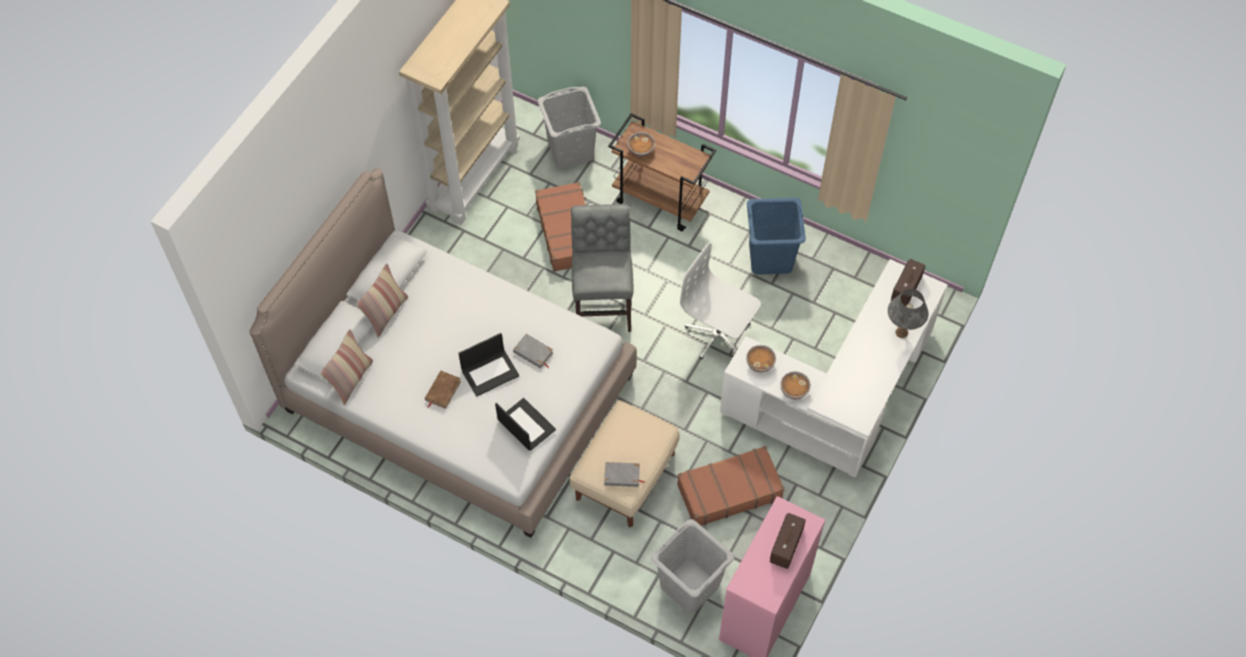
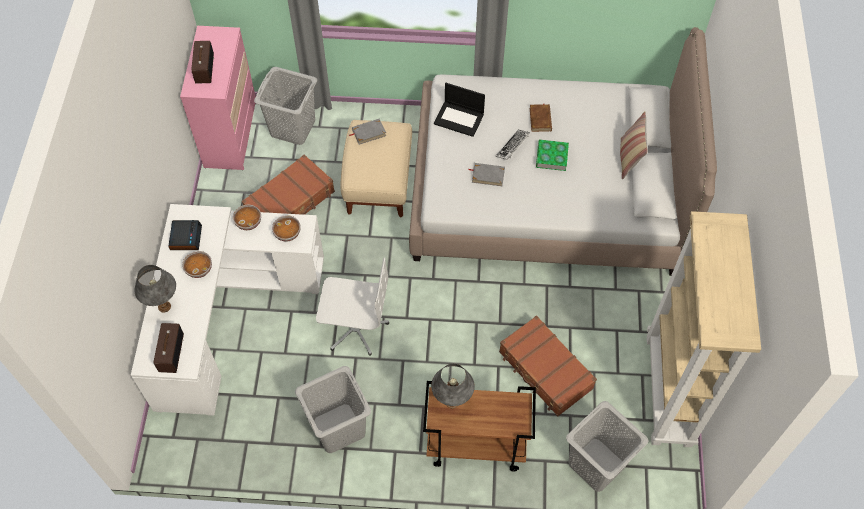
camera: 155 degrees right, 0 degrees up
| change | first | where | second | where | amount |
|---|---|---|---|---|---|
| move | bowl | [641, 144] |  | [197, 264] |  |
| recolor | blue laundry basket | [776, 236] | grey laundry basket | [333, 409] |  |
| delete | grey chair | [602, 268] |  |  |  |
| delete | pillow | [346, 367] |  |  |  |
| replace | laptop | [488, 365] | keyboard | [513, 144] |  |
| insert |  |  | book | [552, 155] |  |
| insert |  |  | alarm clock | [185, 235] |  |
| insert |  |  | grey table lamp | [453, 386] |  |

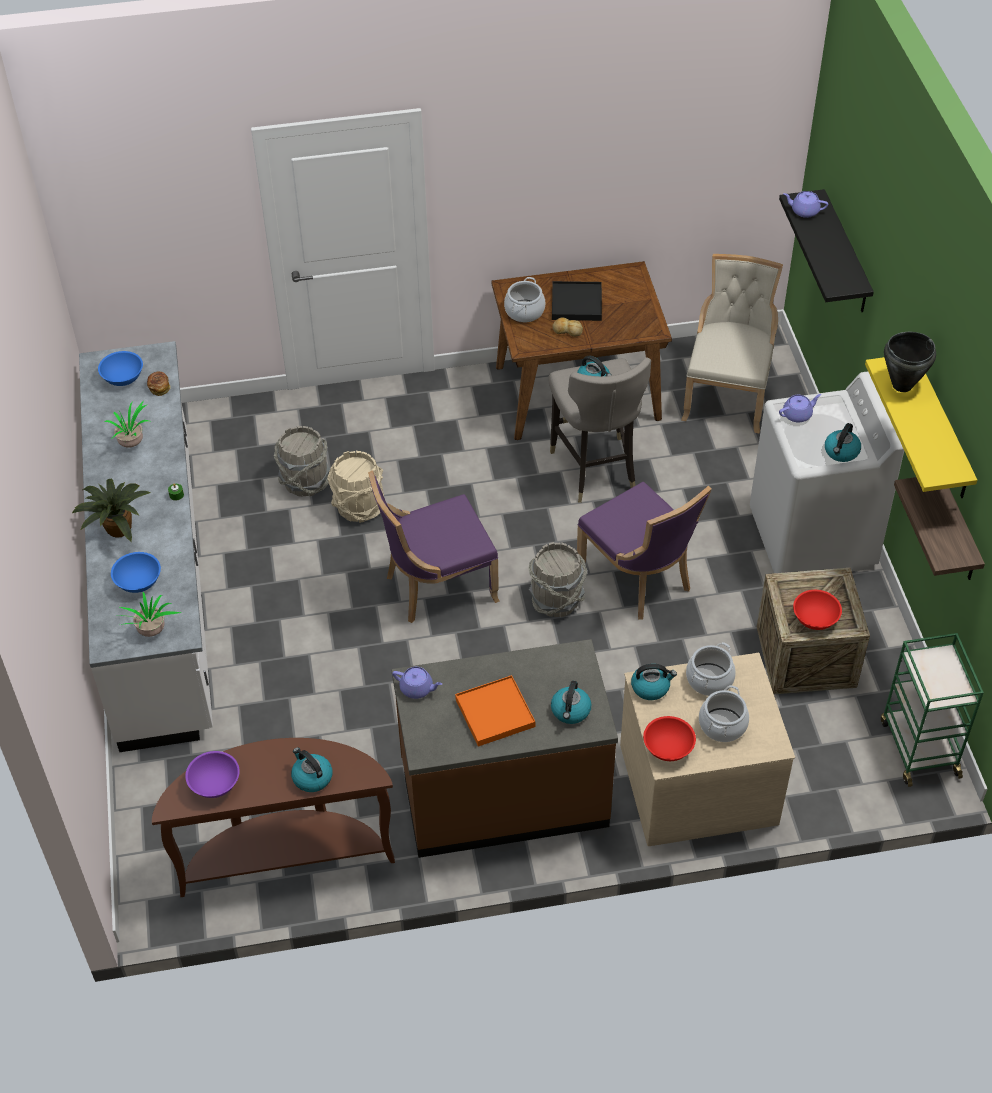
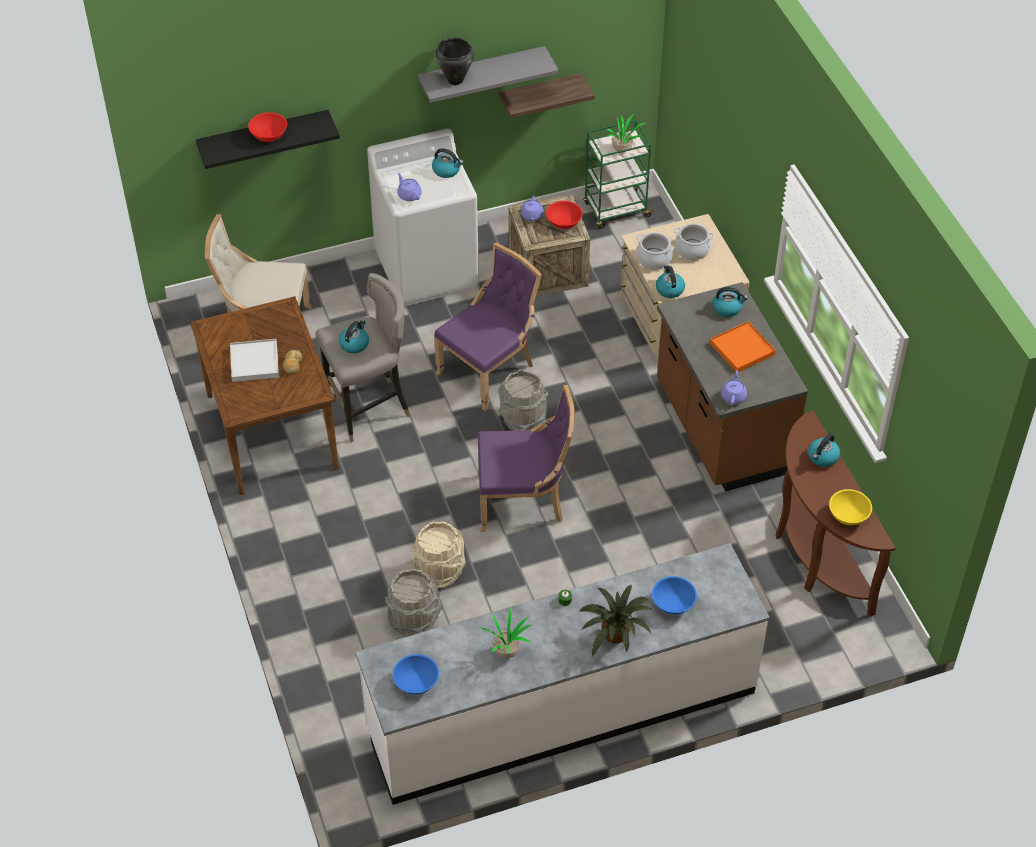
camera: 100 degrees left, 0 degrees up
| change | first | where | second | where | amount |
|---|---|---|---|---|---|
| move | purple teapot | [805, 204] |  | [532, 209] |  |
| delete | cooking pot | [524, 300] |  |  |  |
| recolor | black tray | [577, 301] | white tray | [254, 360] |  |
| recolor | yellow shelf | [921, 427] | grey shelf | [488, 74] |  |
| delete | bread | [158, 383] |  |  |  |
| rotate | purple chair | [434, 546] |  | [526, 458] | 60 degrees counterclockwise |
| move | potted plant | [150, 614] |  | [626, 132] |  |
| move | red bowl | [669, 738] |  | [267, 127] |  |
| recolor | purple bowl | [212, 774] | yellow bowl | [850, 507] |  |

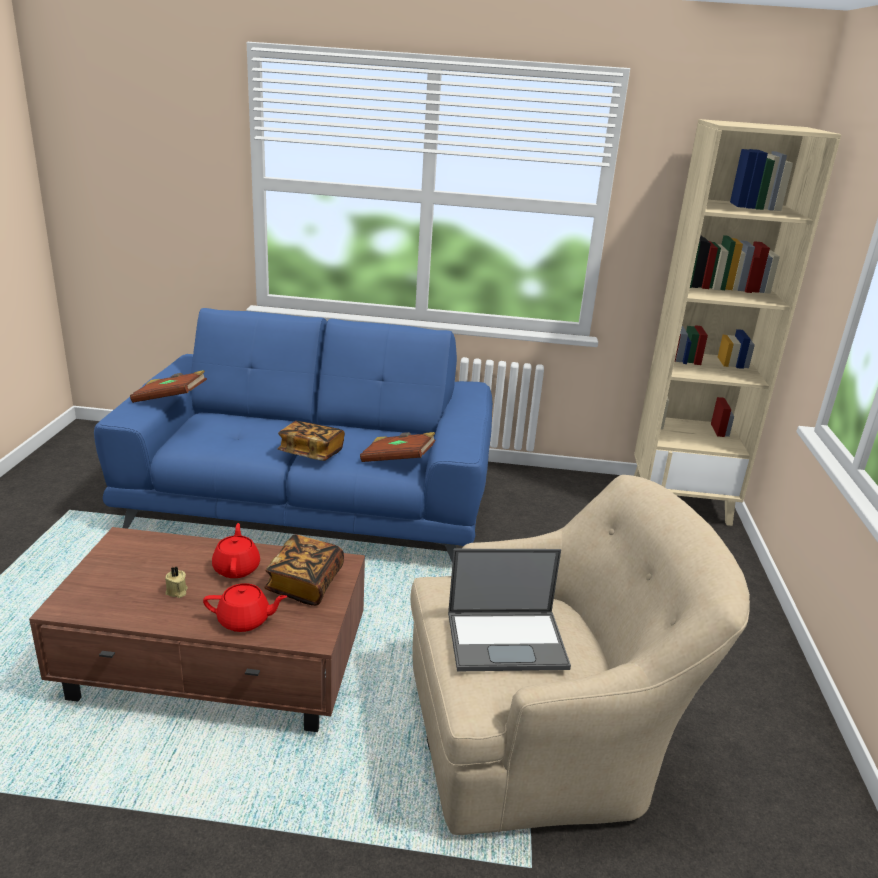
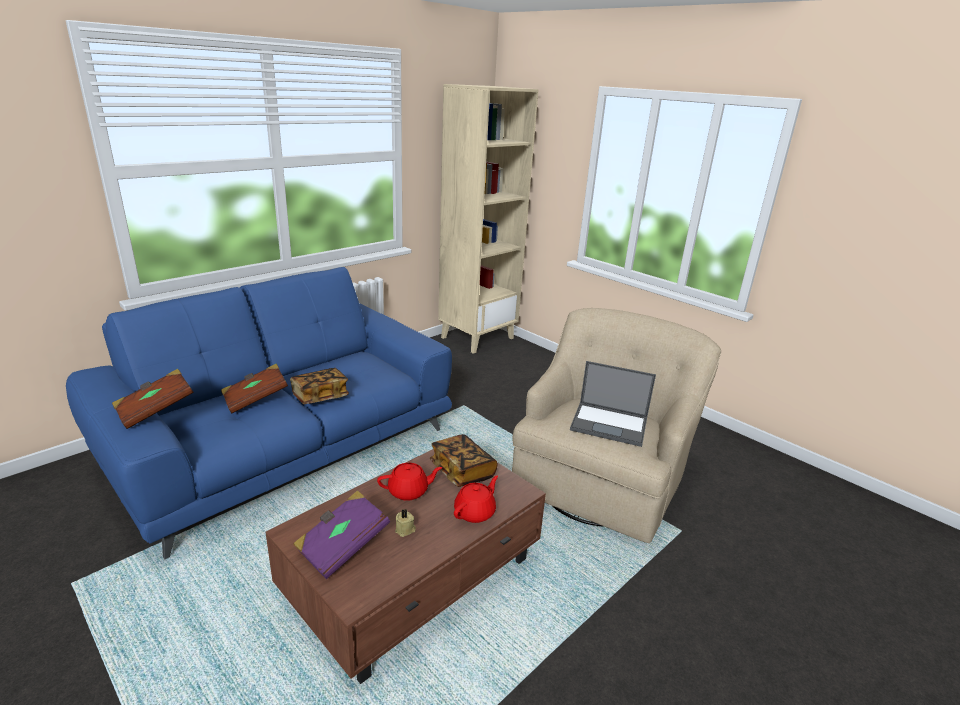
camera: 50 degrees left, 0 degrees up
| change | first | where | second | where | amount |
|---|---|---|---|---|---|
| move | brown book | [397, 447] |  | [254, 389] |  |
| rotate | red teapot | [236, 550] |  | [409, 482] | 135 degrees clockwise |
| rotate | laptop | [509, 610] |  | [613, 404] | 75 degrees clockwise |
| insert |  |  | purple book | [341, 534] |  |

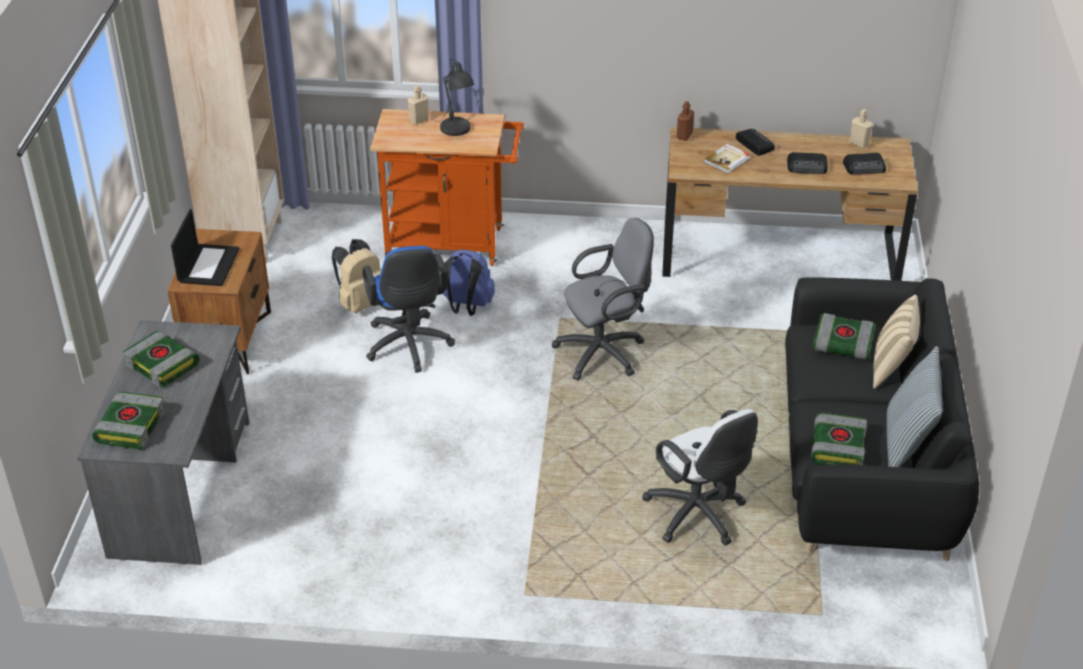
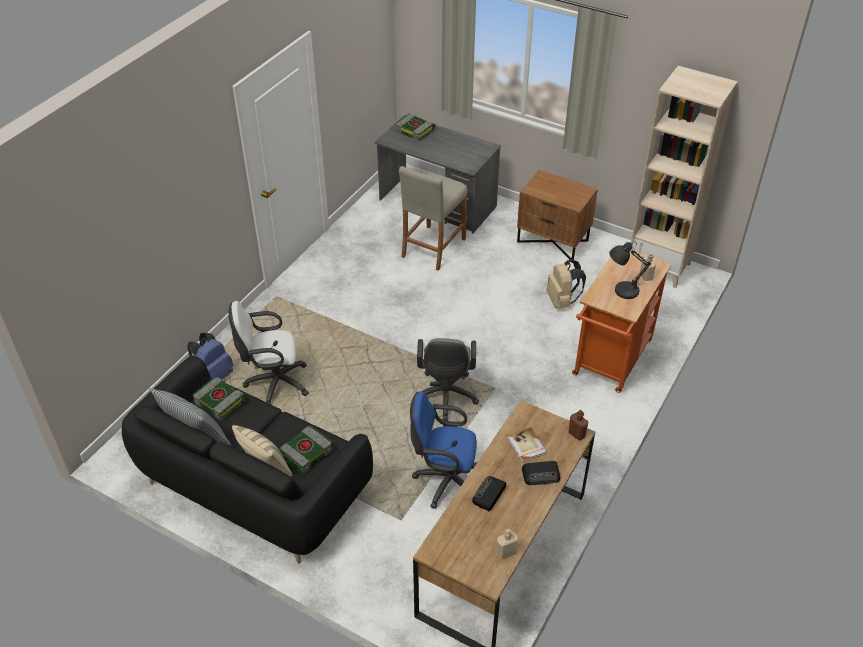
camera: 115 degrees right, 5 degrees up
| change | first | where | second | where | amount |
|---|---|---|---|---|---|
| delete | radio | [864, 164] |  |  |  |
| delete | laptop | [205, 247] |  |  |  |
| move | blue office chair | [409, 309] |  | [443, 450] |  |
| move | blue backpack | [469, 282] |  | [210, 356] |  |
| delete | book | [161, 359] |  |  |  |
| insert |  |  | beige stool | [433, 218] |  |

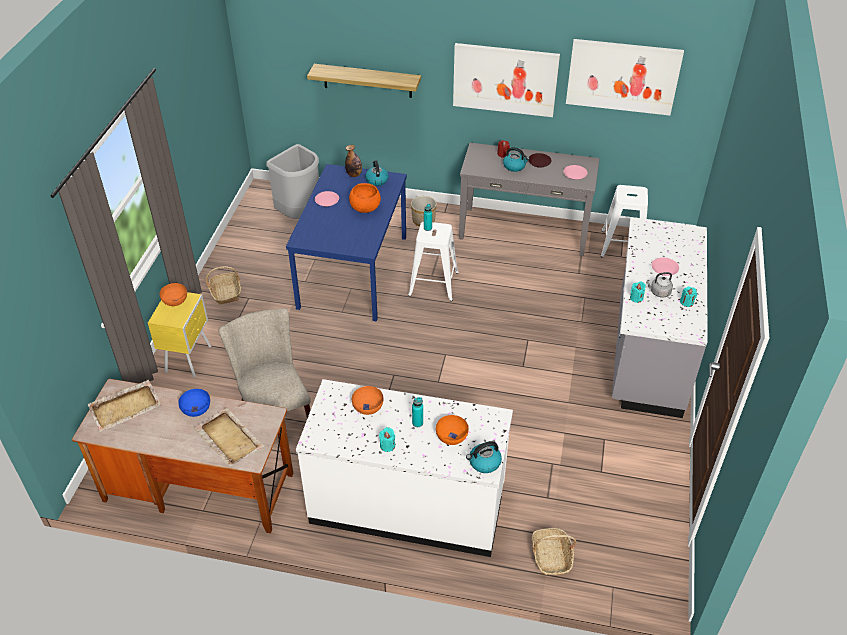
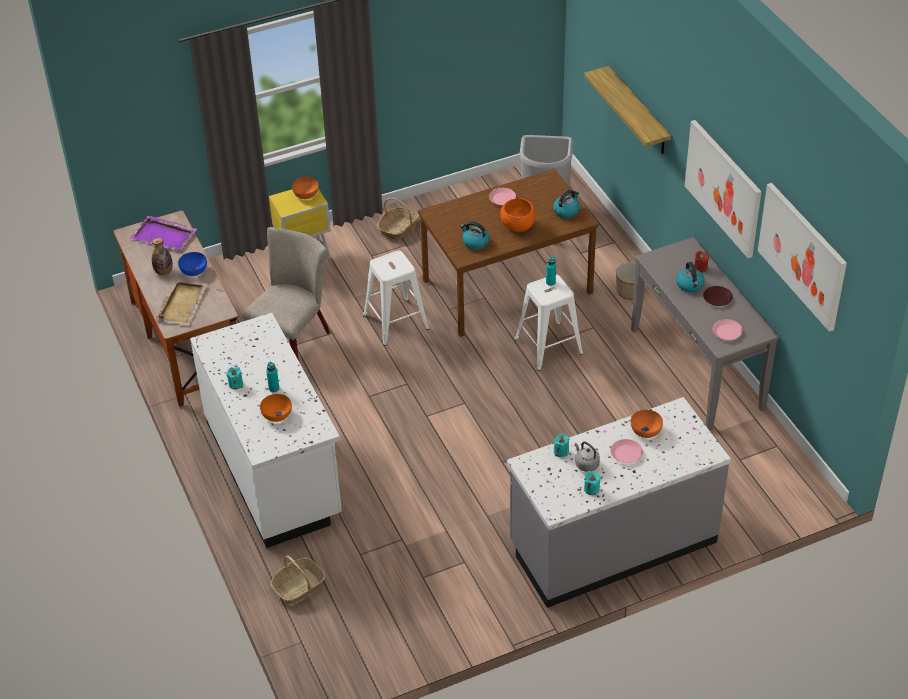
camera: 55 degrees right, 0 degrees up
| change | first | where | second | where | amount |
|---|---|---|---|---|---|
| move | bottle | [353, 161] |  | [162, 256] |  |
| recolor | blue dining table | [346, 243] | brown dining table | [508, 253] |  |
| move | white stool | [624, 221] |  | [396, 298] |  |
| recolor | beige tray | [125, 406] | purple tray | [163, 233] |  |
| move | orange bowl | [367, 400] |  | [647, 424] |  |
| move | kettle | [484, 457] |  | [475, 235] |  |

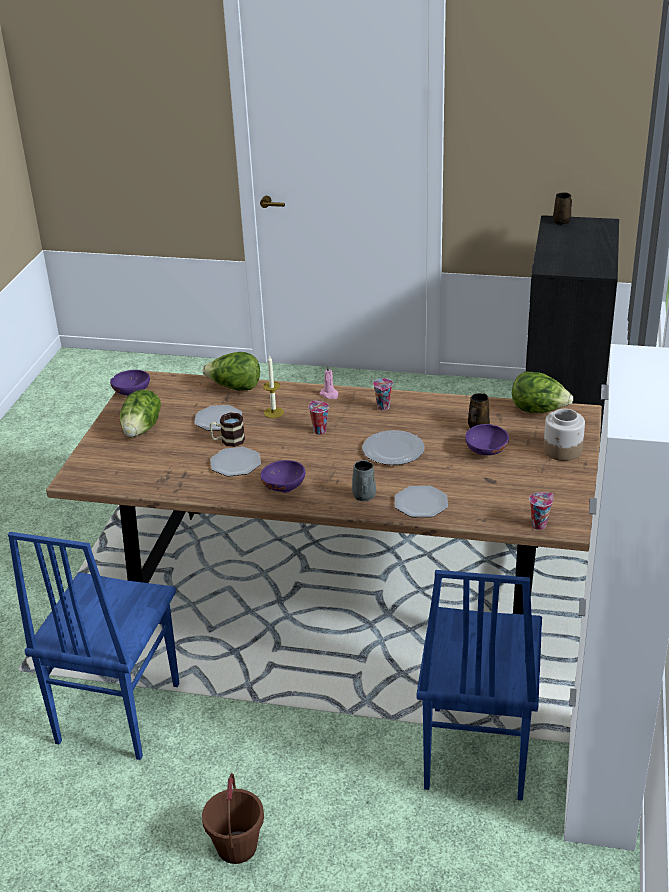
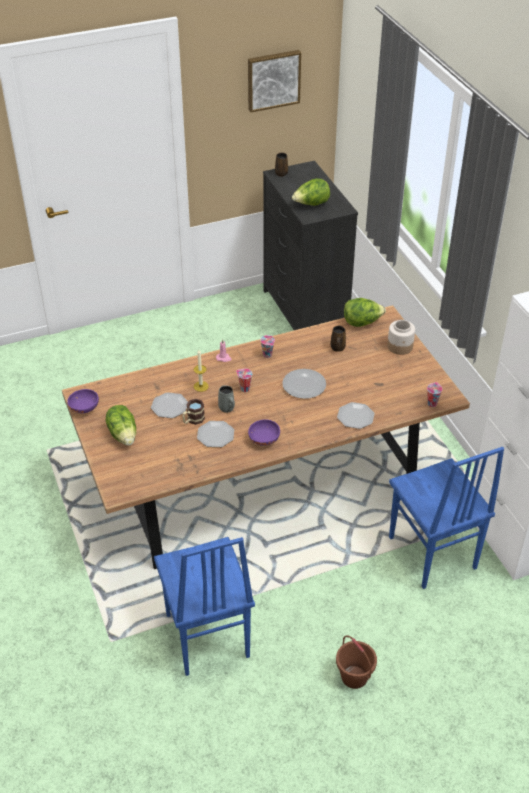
camera: 35 degrees left, 10 degrees up
| change | first | where | second | where | amount |
|---|---|---|---|---|---|
| move | lettuce | [231, 371] |  | [311, 192] |  |
| delete | purple bowl | [487, 439] |  |  |  |
| move | grey mug | [364, 480] |  | [226, 399] |  |
| insert |  |  | picture | [274, 81] |  |

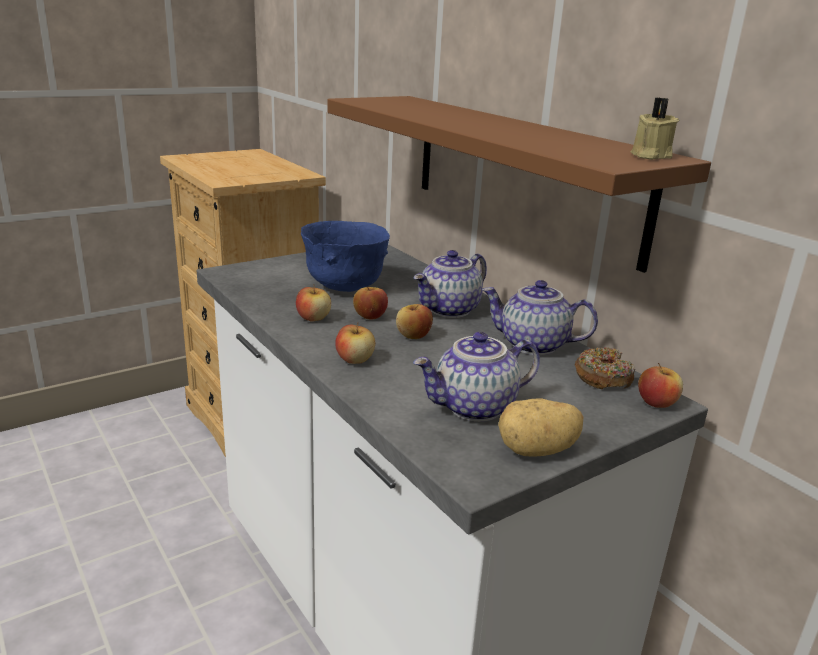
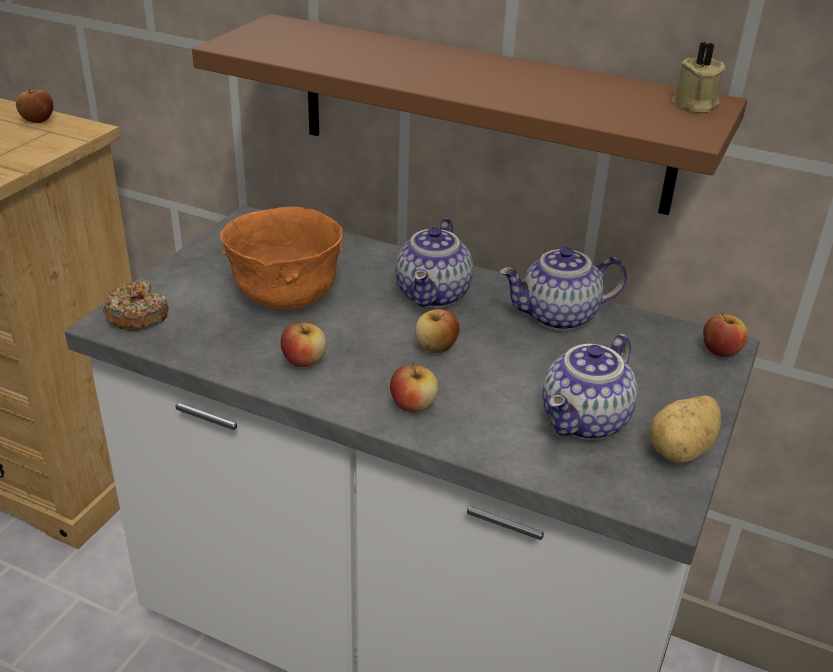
camera: 30 degrees left, 10 degrees up
| change | first | where | second | where | amount |
|---|---|---|---|---|---|
| recolor | blue bowl | [345, 256] | orange bowl | [281, 258] |  |
| move | apple | [370, 303] |  | [34, 106] |  |
| move | donut | [605, 368] |  | [136, 306] |  |

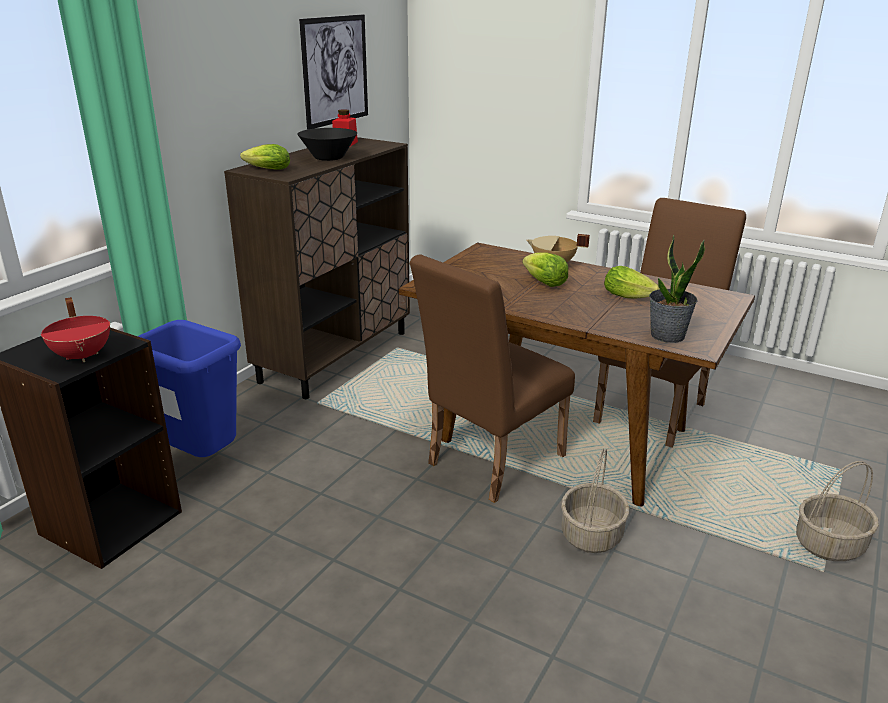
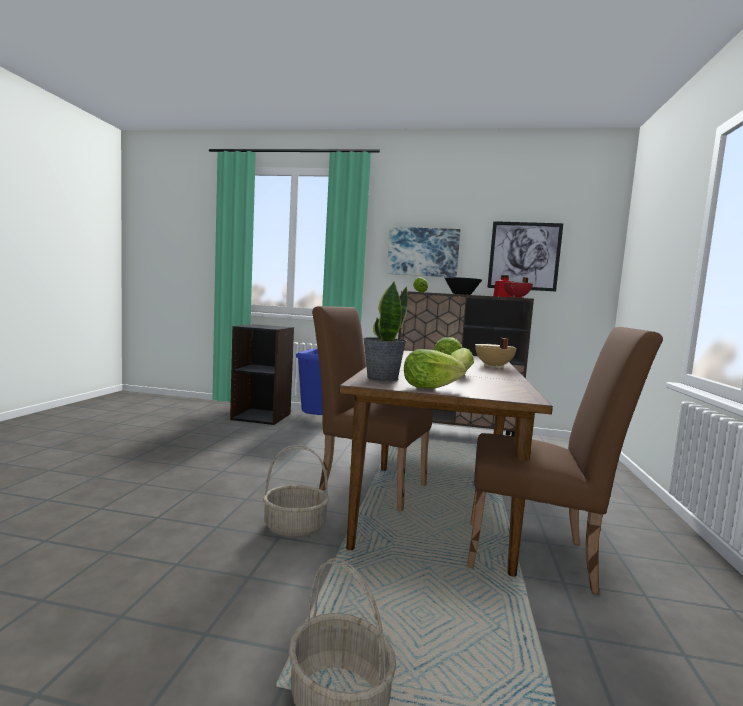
camera: 70 degrees right, 20 degrees down
| change | first | where | second | where | amount |
|---|---|---|---|---|---|
| move | red cooking pot | [75, 329] |  | [518, 287] |  |
| insert |  |  | picture | [423, 252] |  |
| insert |  |  | lettuce | [435, 368] |  |

